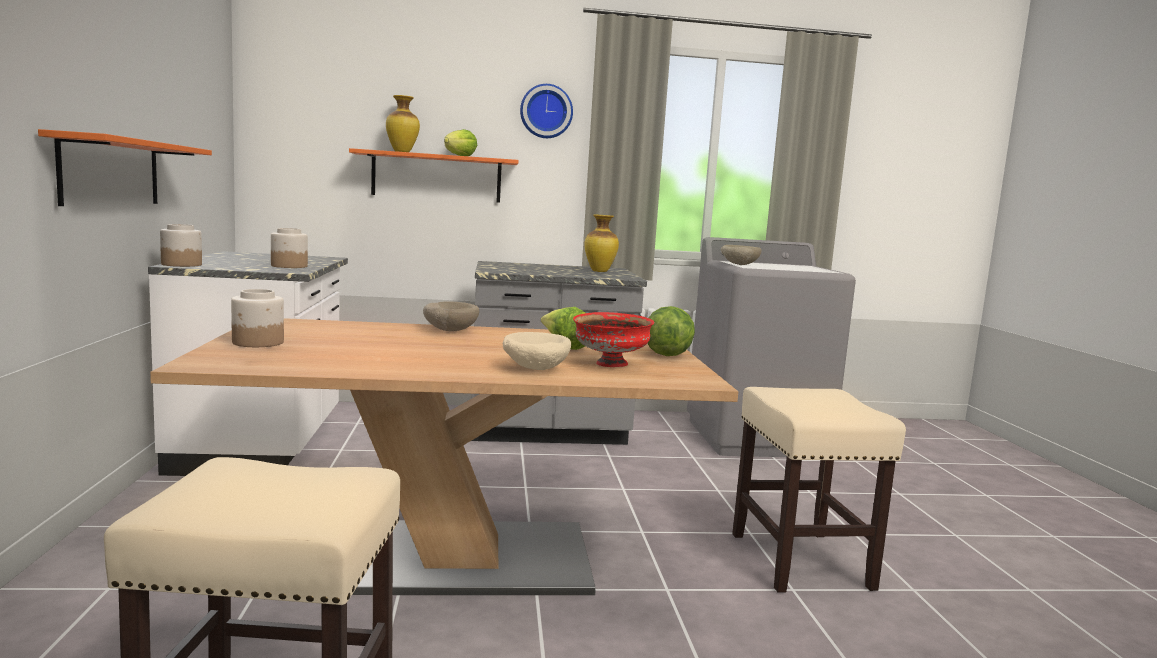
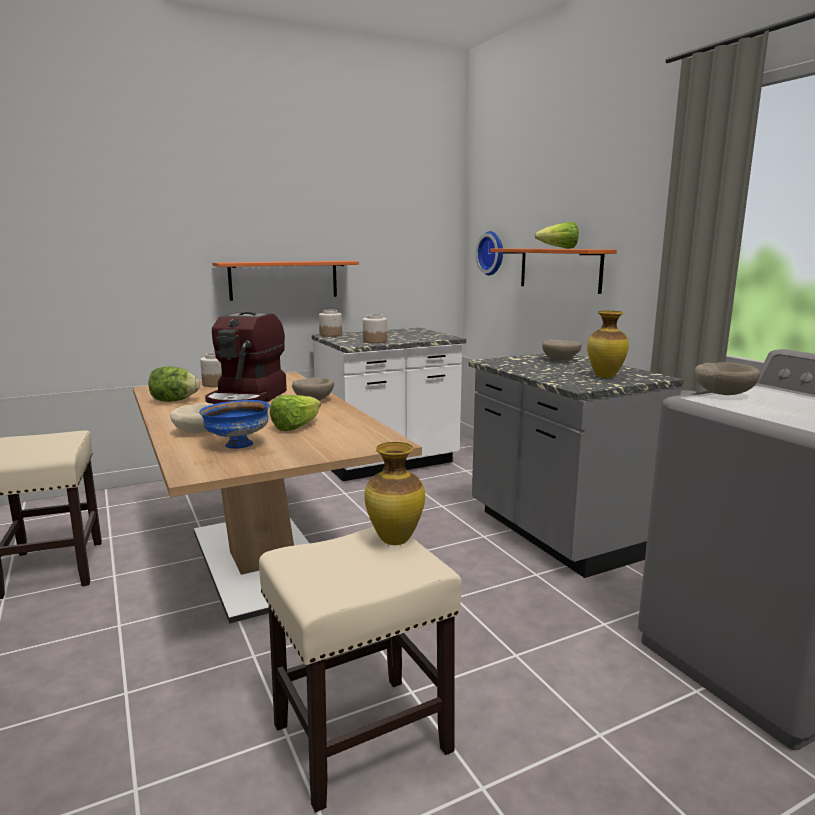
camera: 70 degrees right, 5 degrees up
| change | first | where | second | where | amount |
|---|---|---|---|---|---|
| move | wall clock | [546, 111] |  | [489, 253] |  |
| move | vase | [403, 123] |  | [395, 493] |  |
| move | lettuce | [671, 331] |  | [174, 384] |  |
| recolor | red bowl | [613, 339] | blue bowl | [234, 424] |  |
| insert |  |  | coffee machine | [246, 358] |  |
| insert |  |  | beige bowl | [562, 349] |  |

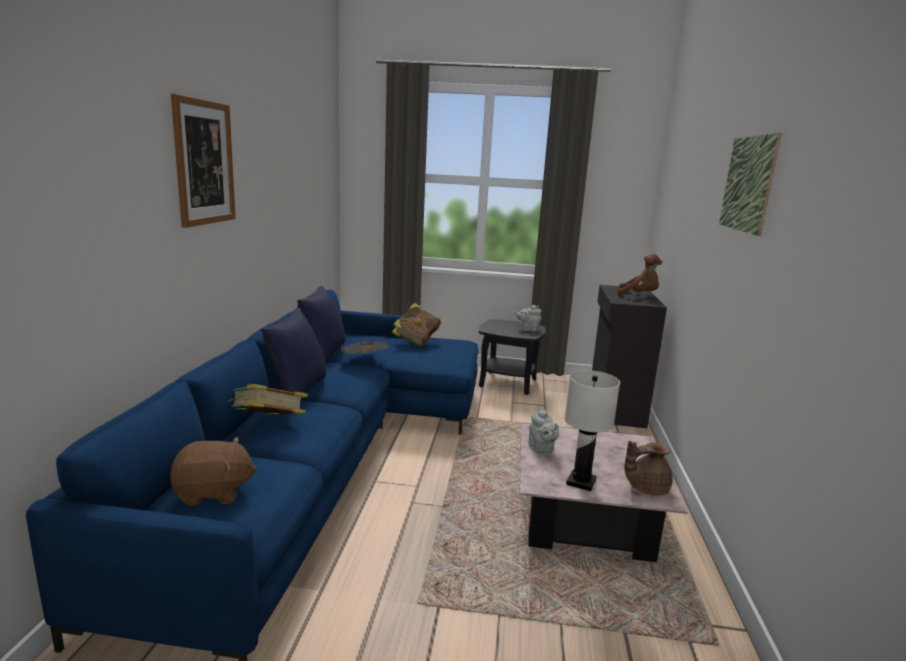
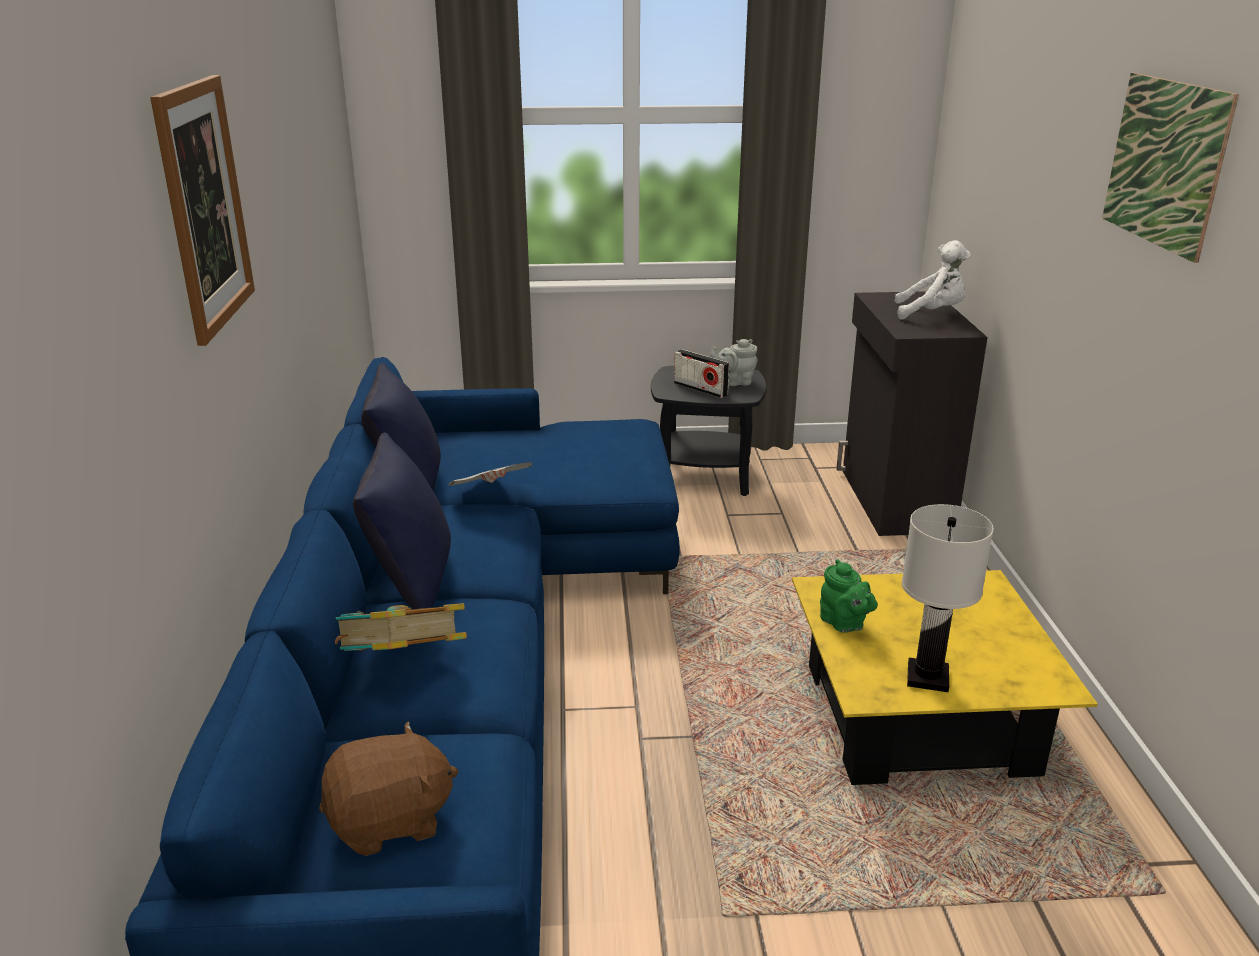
camera: 10 degrees left, 10 degrees up
| change | first | where | second | where | amount |
|---|---|---|---|---|---|
| recolor | brown plush toy | [639, 275] | white plush toy | [933, 280] |  |
| delete | book | [416, 325] |  |  |  |
| recolor | grey teapot | [543, 430] | green teapot | [849, 596] |  |
| recolor | pink coffee table | [604, 492] | yellow coffee table | [945, 677] |  |
| delete | brown teapot | [649, 468] |  |  |  |
| insert |  |  | radio | [701, 373] |  |

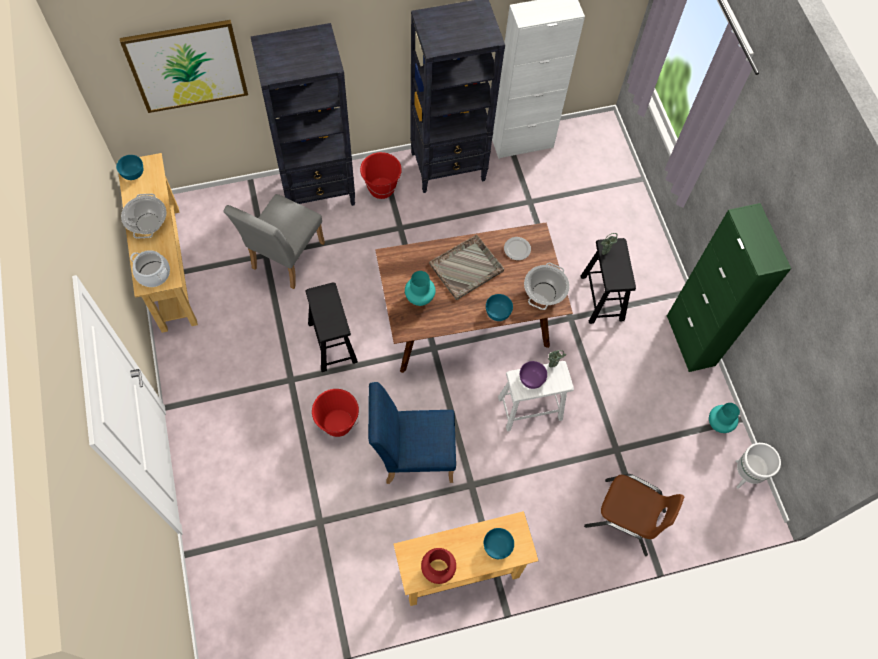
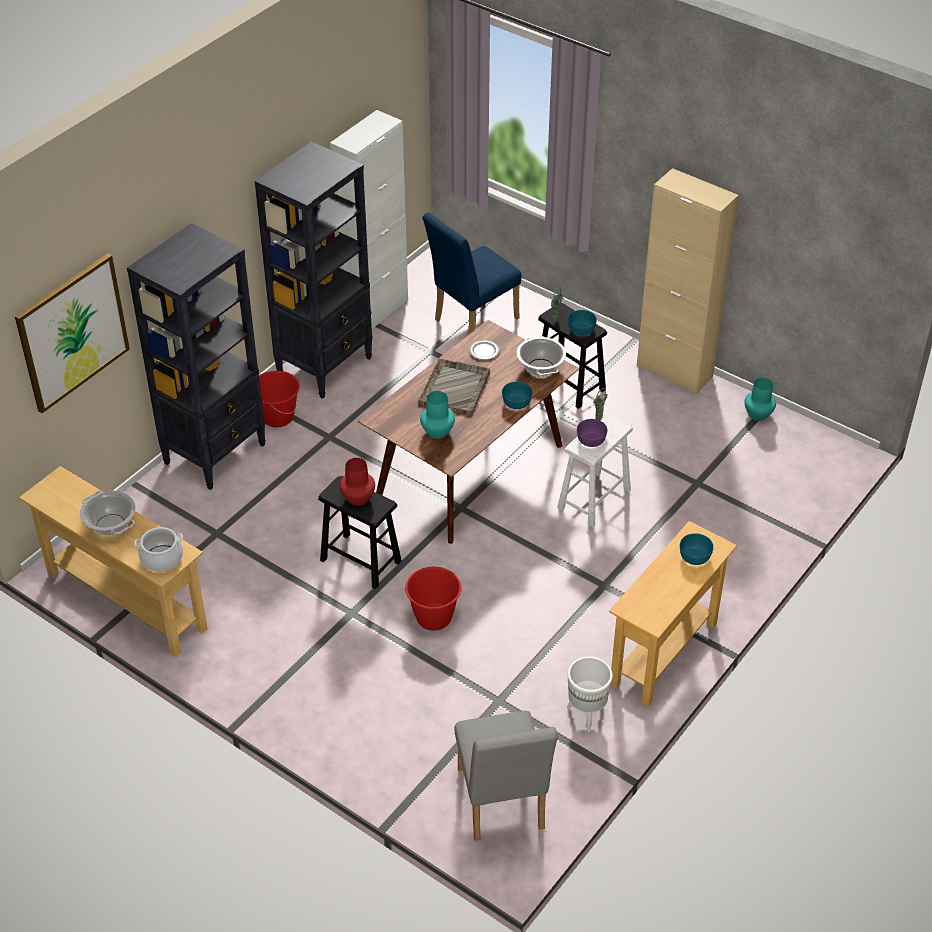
camera: 35 degrees left, 20 degrees down
| change | first | where | second | where | amount |
|---|---|---|---|---|---|
| move | turquoise bowl | [129, 167] |  | [582, 323] |  |
| move | grey chair | [274, 241] |  | [506, 775] |  |
| recolor | green cabinet | [729, 287] | beige cabinet | [688, 281] |  |
| move | blue chair | [412, 433] |  | [472, 274] |  |
| move | white planter | [758, 466] |  | [590, 694] |  |
| delete | brown chair | [634, 515] |  |  |  |
| move | red vase | [438, 566] |  | [357, 482] |  |

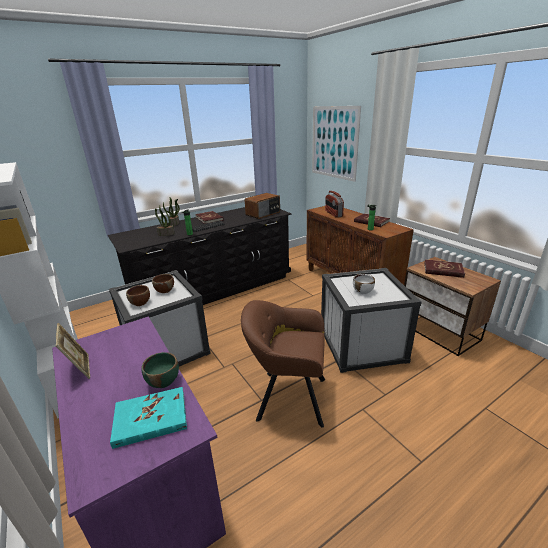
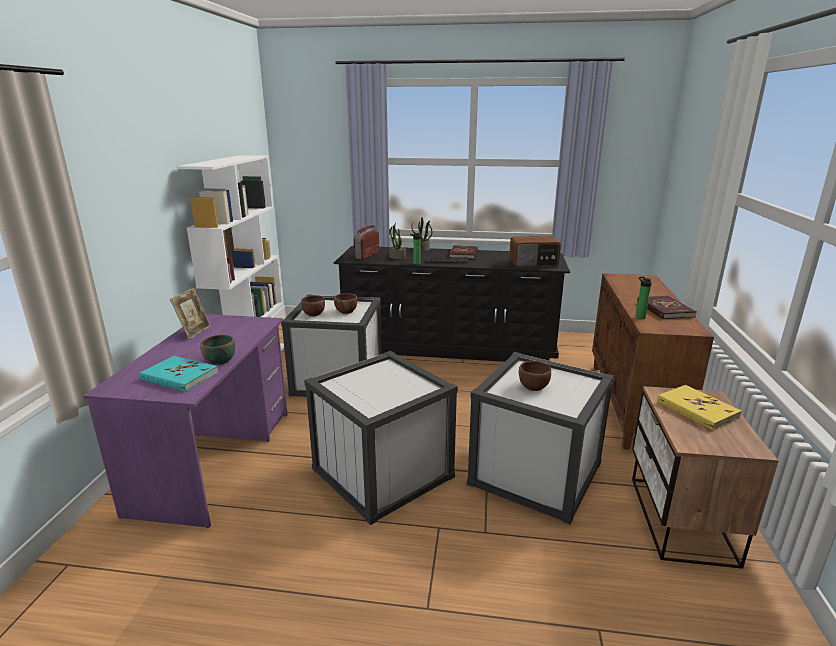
camera: 40 degrees right, 5 degrees down
| change | first | where | second | where | amount |
|---|---|---|---|---|---|
| delete | picture | [336, 144] |  |  |  |
| move | radio | [334, 204] |  | [366, 242] |  |
| recolor | red book | [444, 268] | yellow book | [699, 407] |  |
| recolor | white bowl | [364, 284] | brown bowl | [535, 376] |  |
| replace | brown armchair | [283, 363] | white storage box | [381, 438] |  |

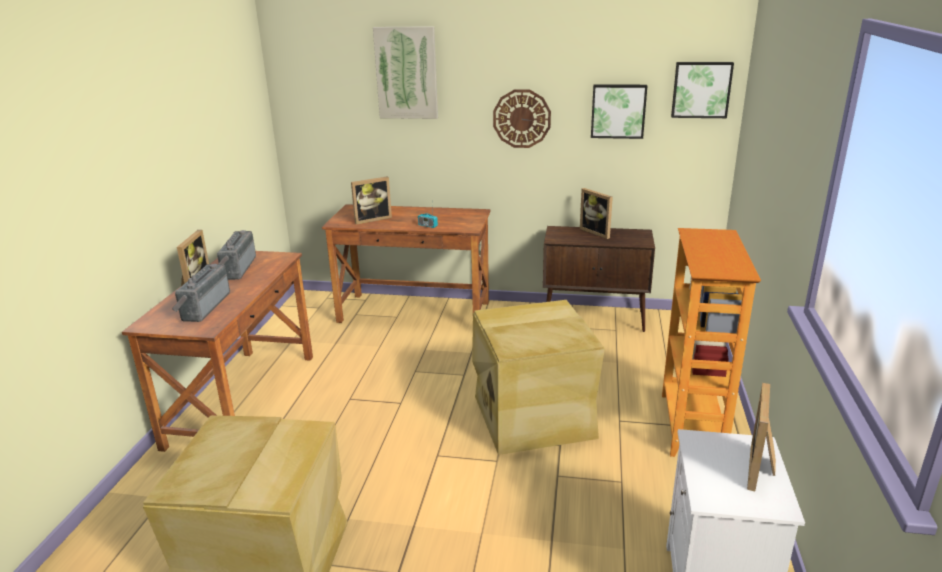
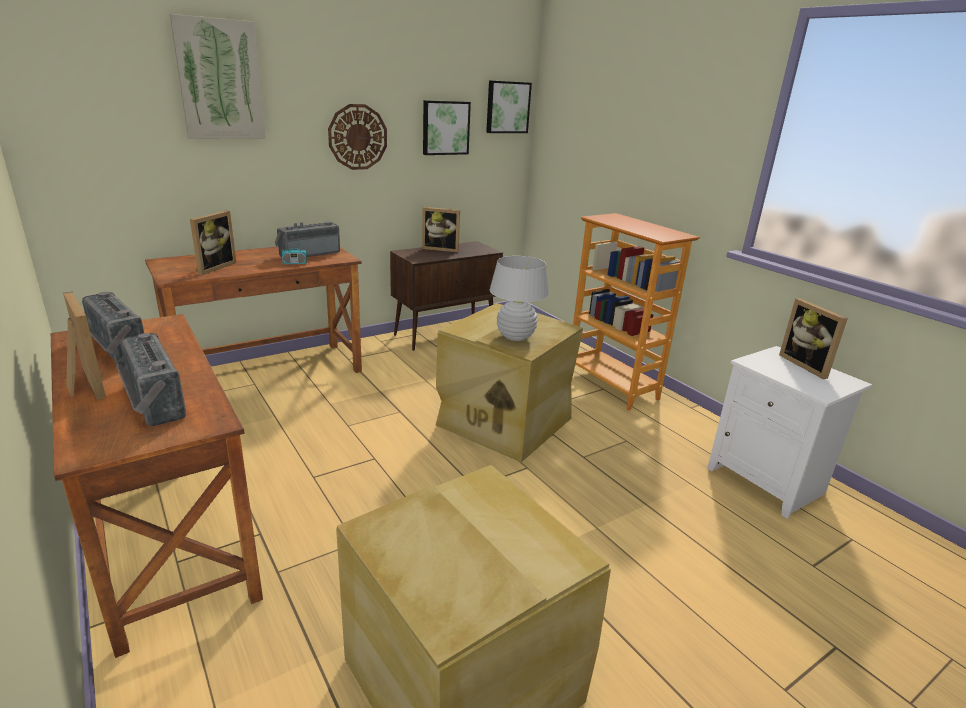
camera: 45 degrees left, 0 degrees up
| change | first | where | second | where | amount |
|---|---|---|---|---|---|
| insert |  |  | radio | [307, 239] |  |
| insert |  |  | white table lamp | [519, 298] |  |

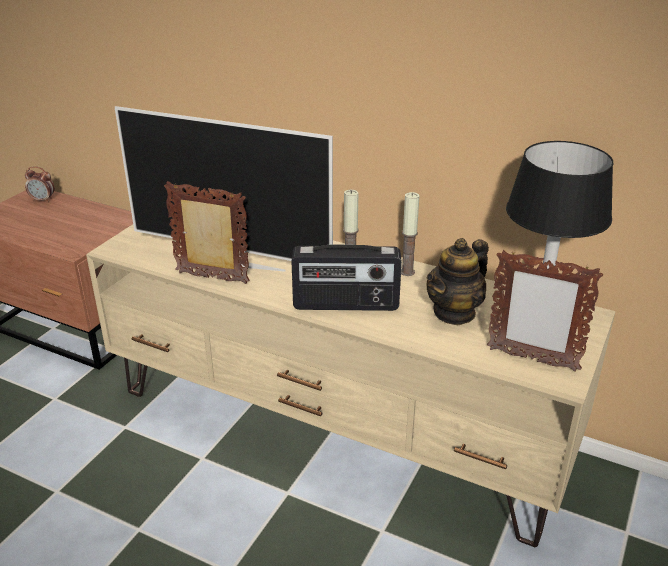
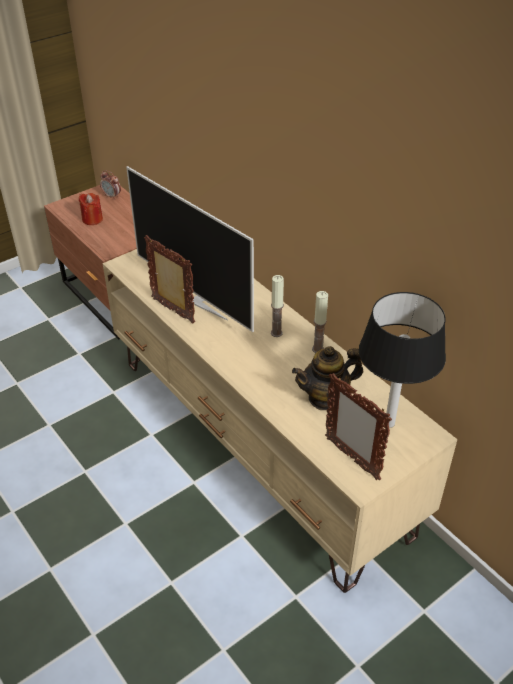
camera: 25 degrees right, 10 degrees up
| change | first | where | second | where | amount |
|---|---|---|---|---|---|
| delete | radio | [346, 277] |  |  |  |
| insert |  |  | red candle | [91, 209] |  |

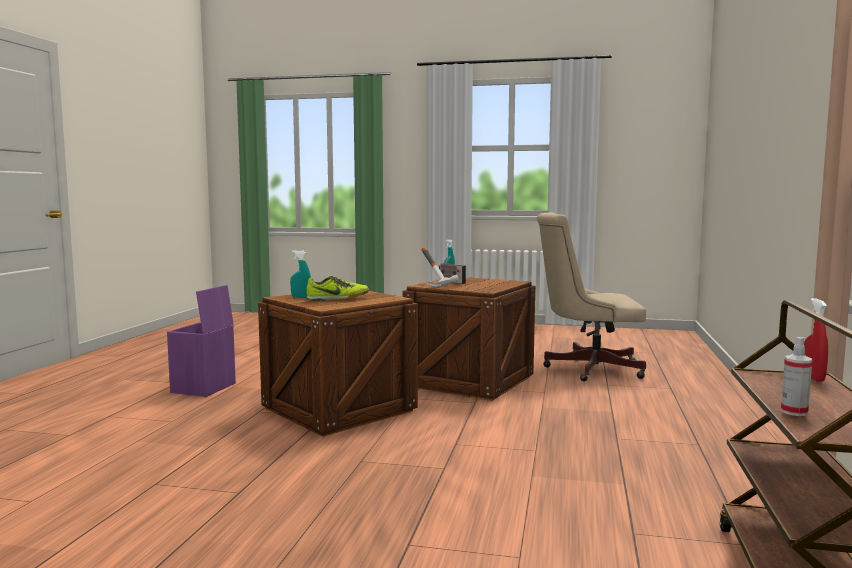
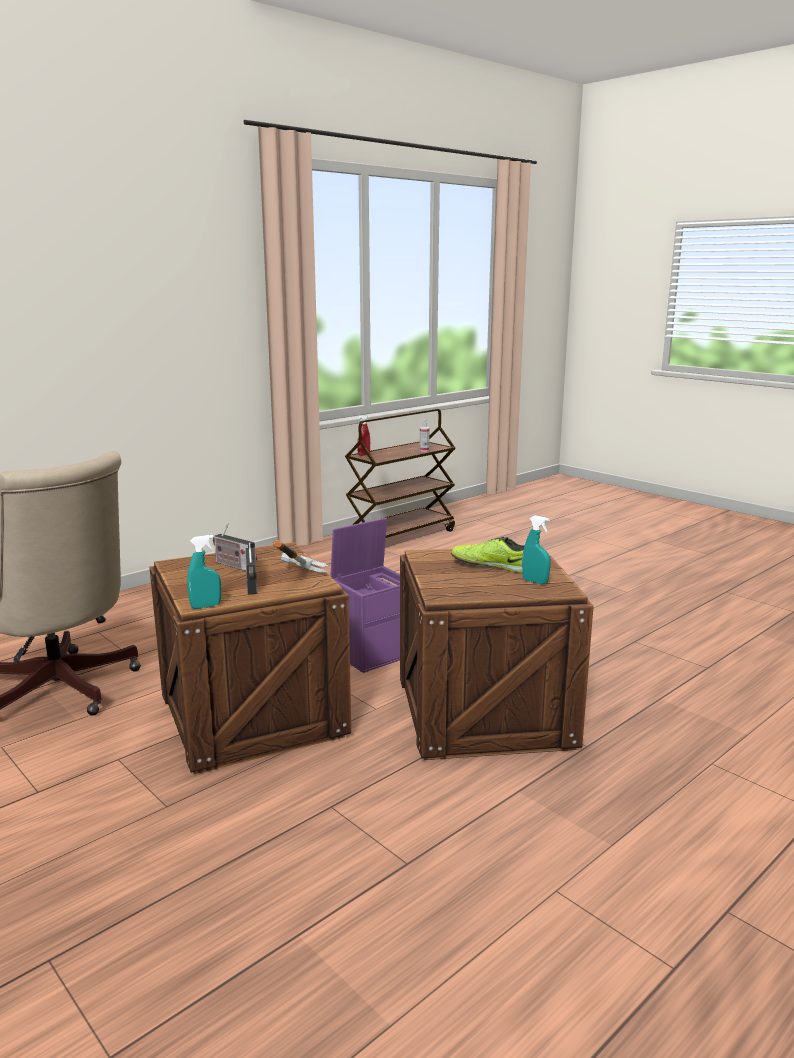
camera: 145 degrees left, 10 degrees up
| change | first | where | second | where | amount |
|---|---|---|---|---|---|
| move | purple storage box | [201, 341] |  | [365, 595] |  |
| insert |  |  | radio | [234, 547] |  |

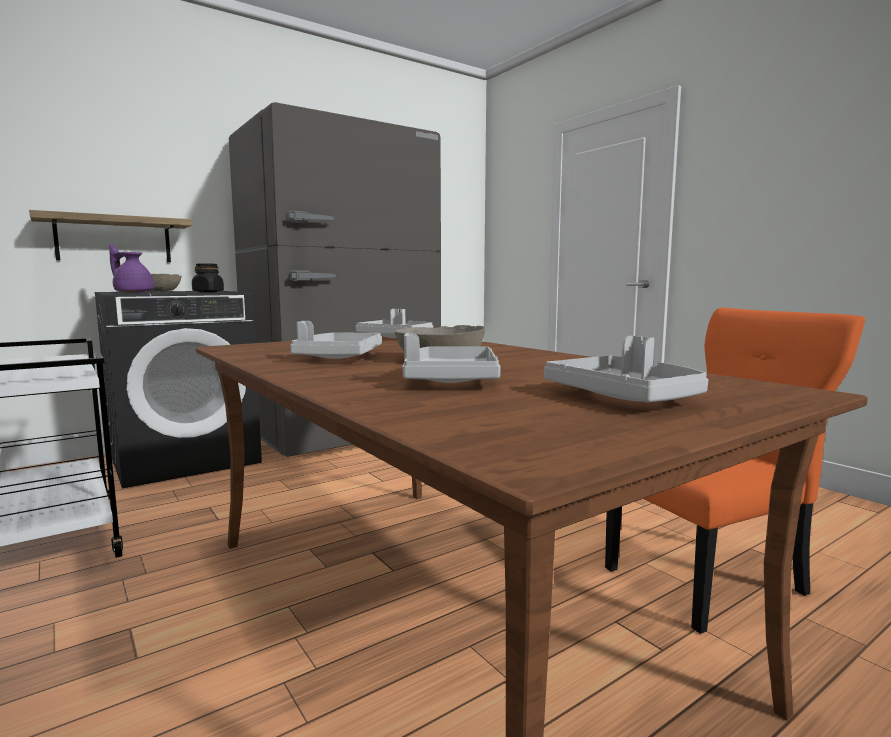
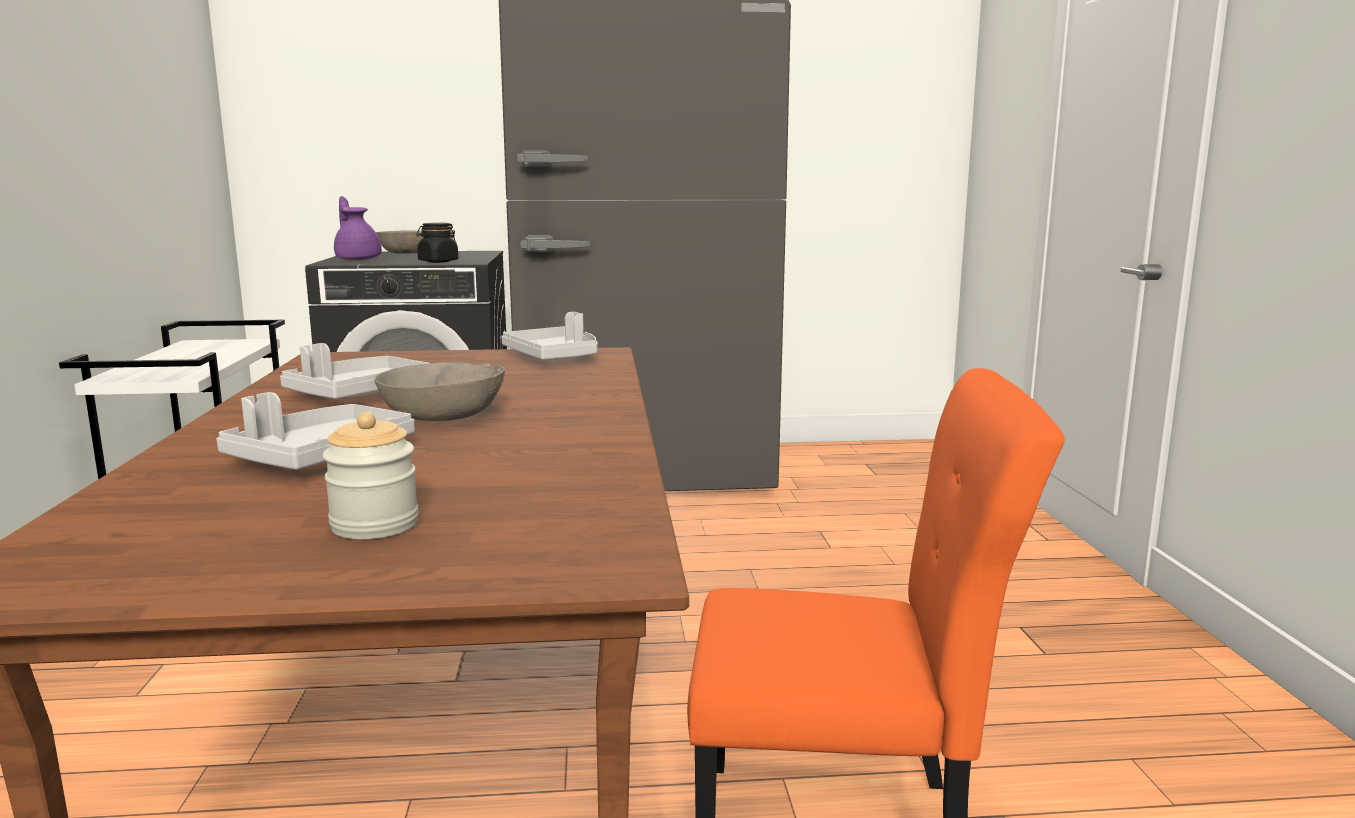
camera: 30 degrees right, 5 degrees up
| change | first | where | second | where | amount |
|---|---|---|---|---|---|
| delete | shelf | [110, 236] |  |  |  |
| replace | grey tray | [626, 369] | jar | [370, 475] |  |

